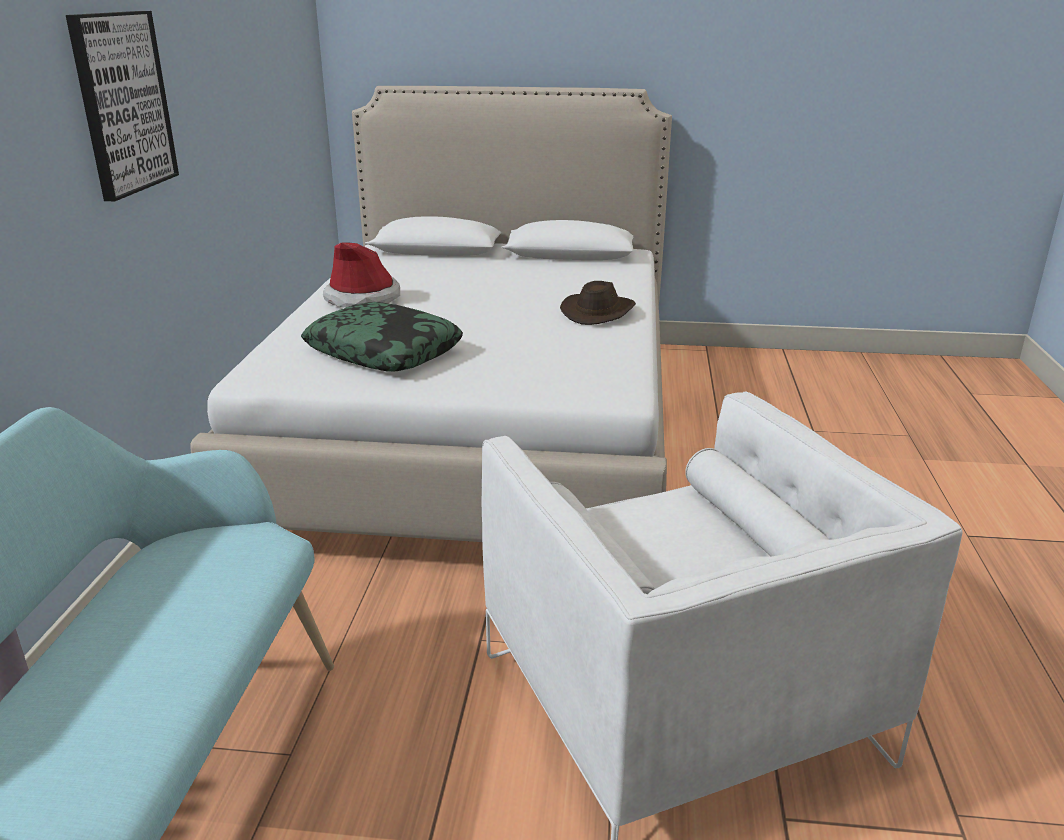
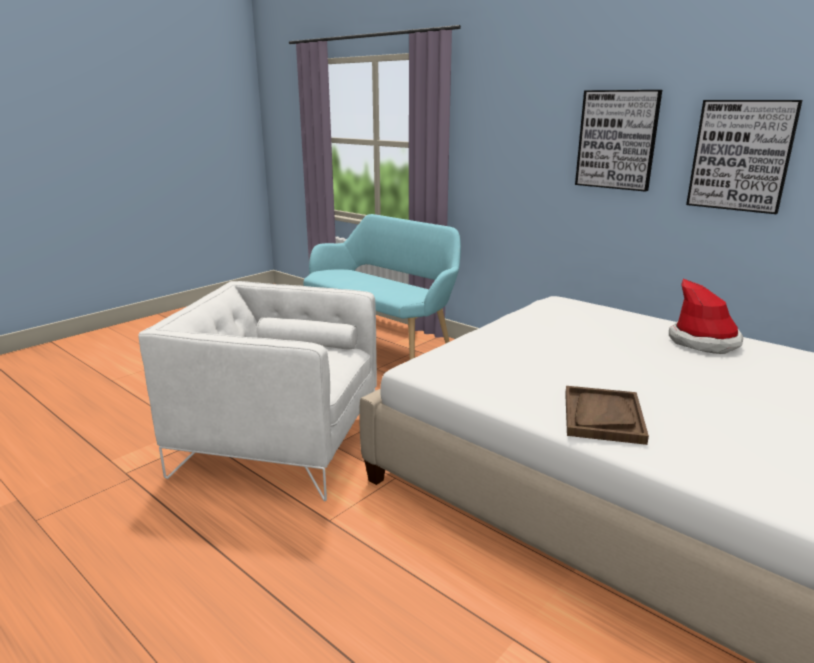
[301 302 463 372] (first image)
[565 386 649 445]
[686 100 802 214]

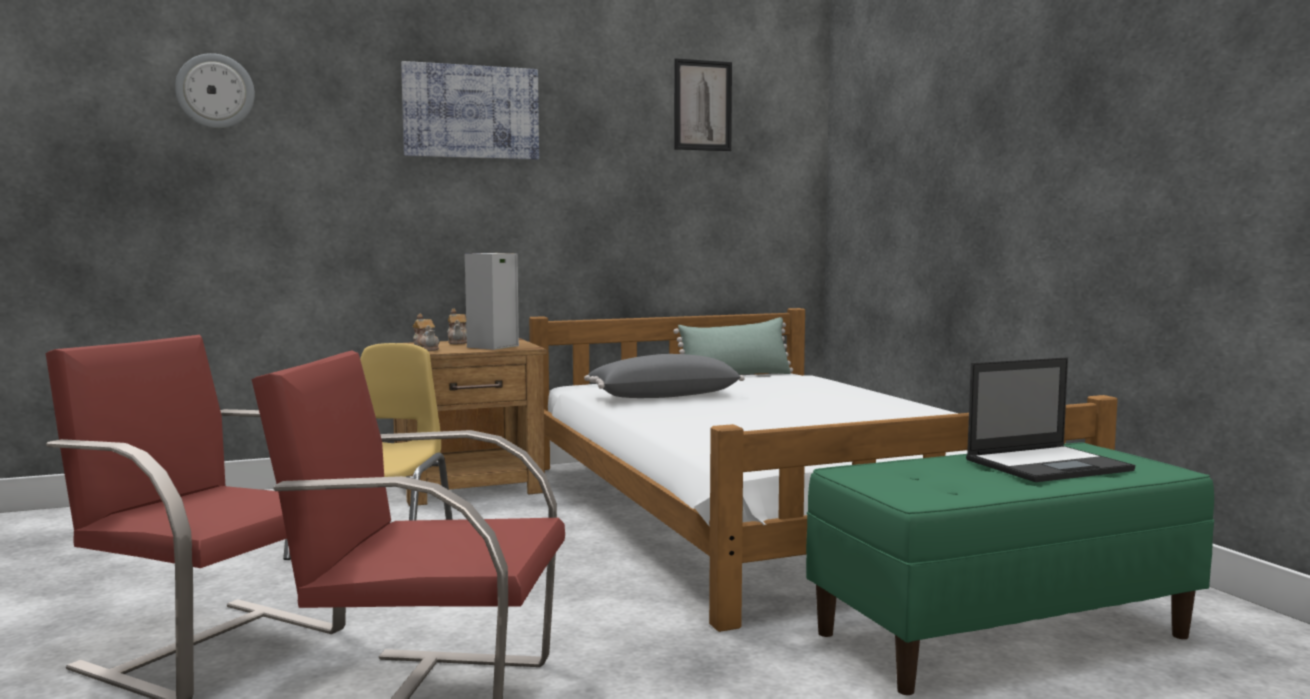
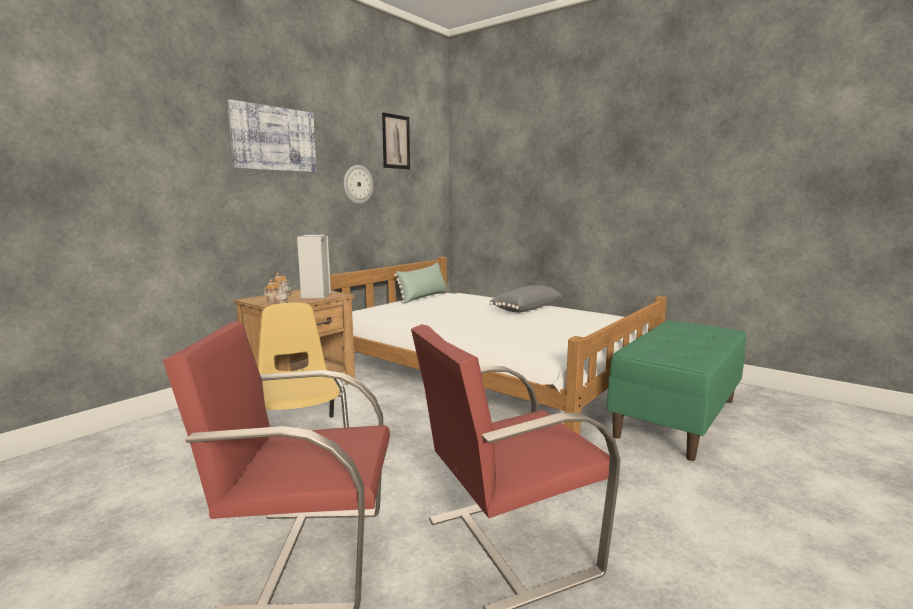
[344 165 373 204]
[489 285 562 313]
[966 357 1135 482] (first image)

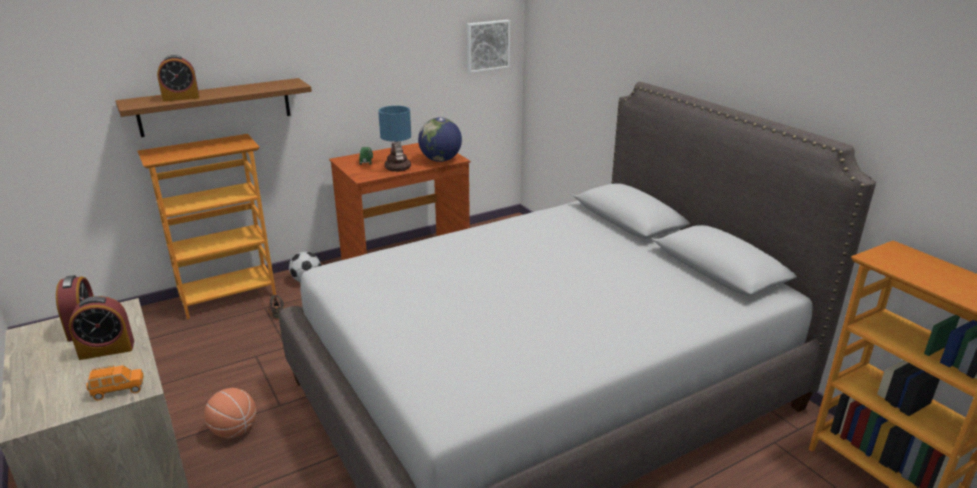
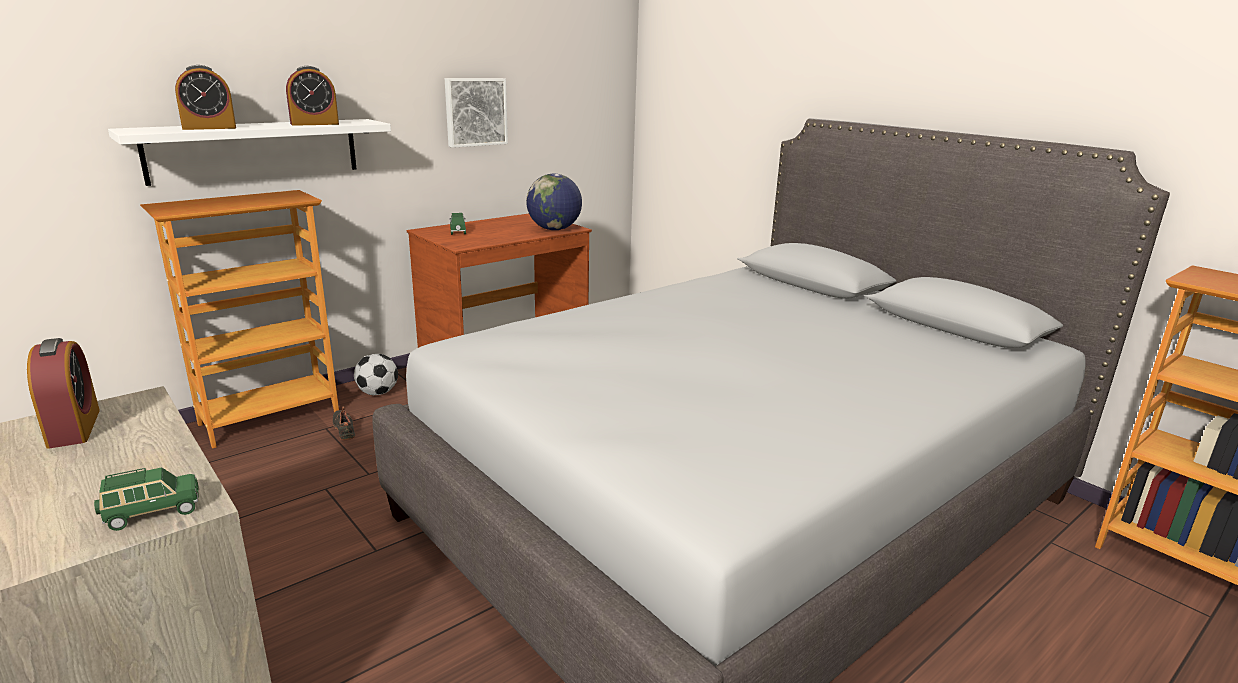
[286 66 339 126]
[94 467 199 531]
[108 119 391 186]
[204 388 256 438] (first image)
[378 106 411 172] (first image)
[445 78 508 148]

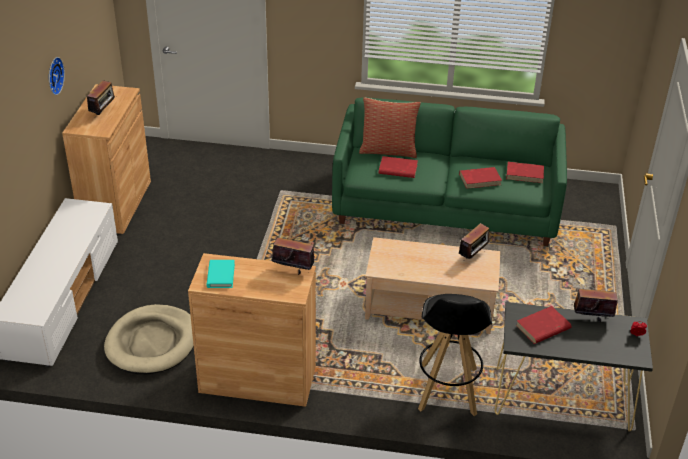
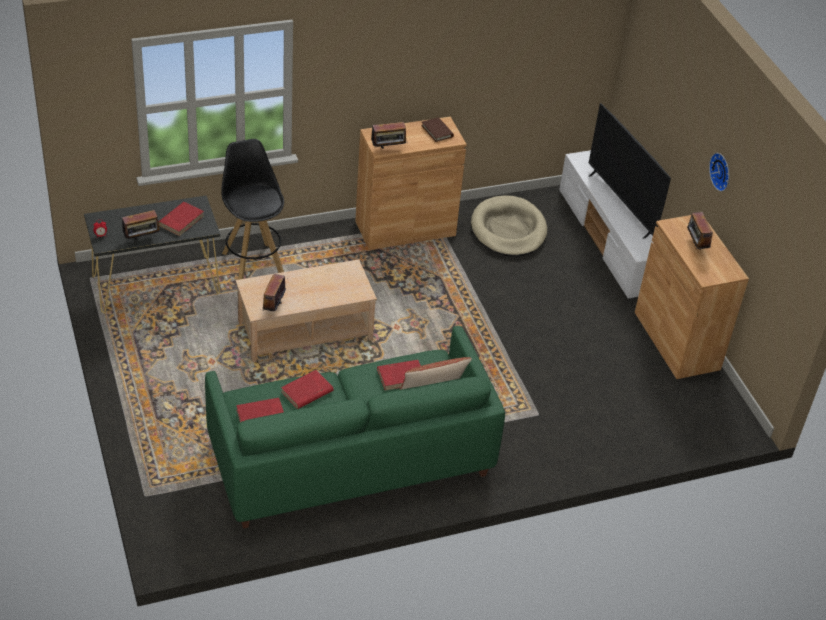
[421 117 454 142]
[589 103 671 239]

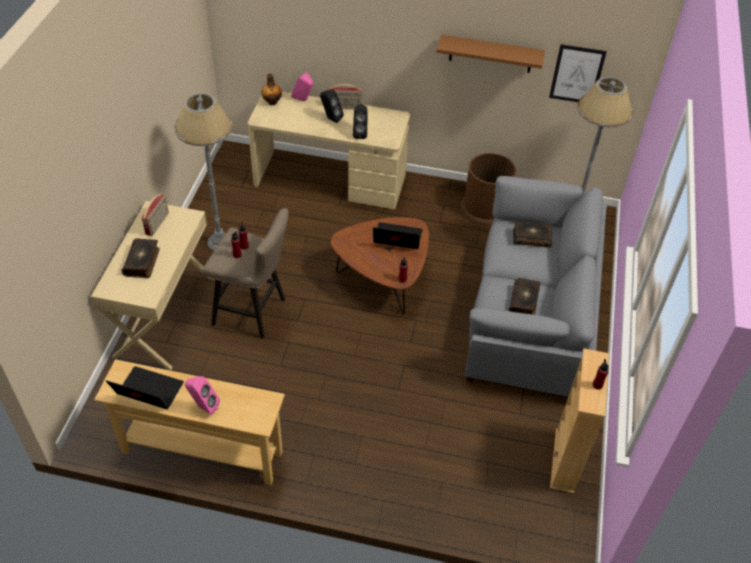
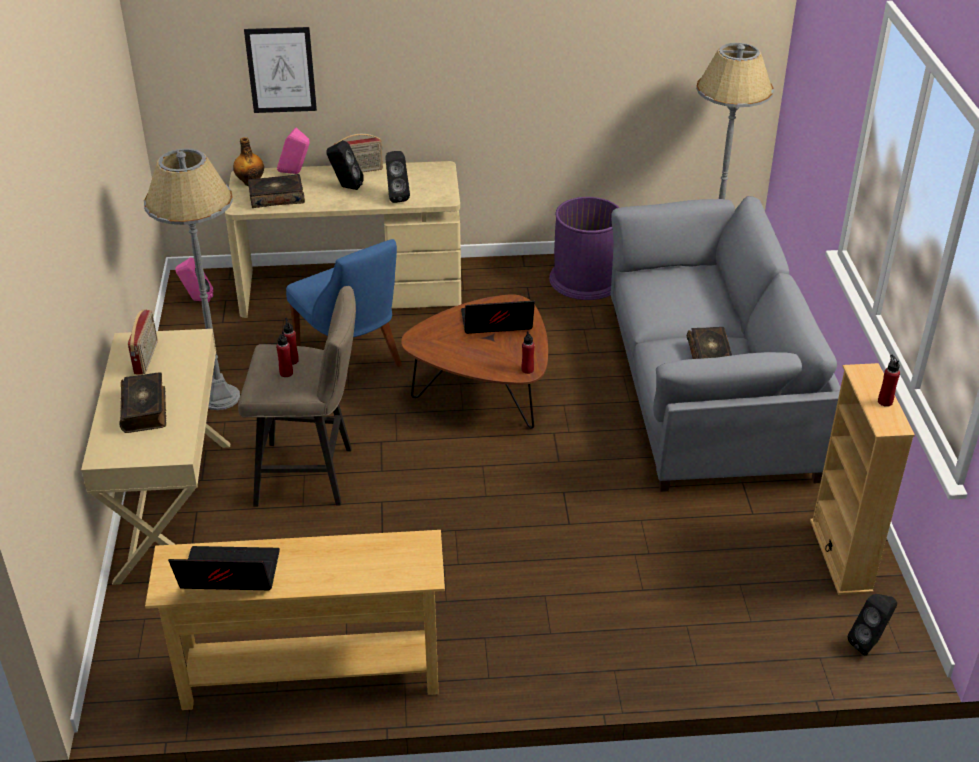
[175 258 213 302]
[436 35 545 73] (first image)
[549 197 619 300]
[248 174 305 208]
[244 27 317 113]
[286 239 402 390]
[848 594 897 655]

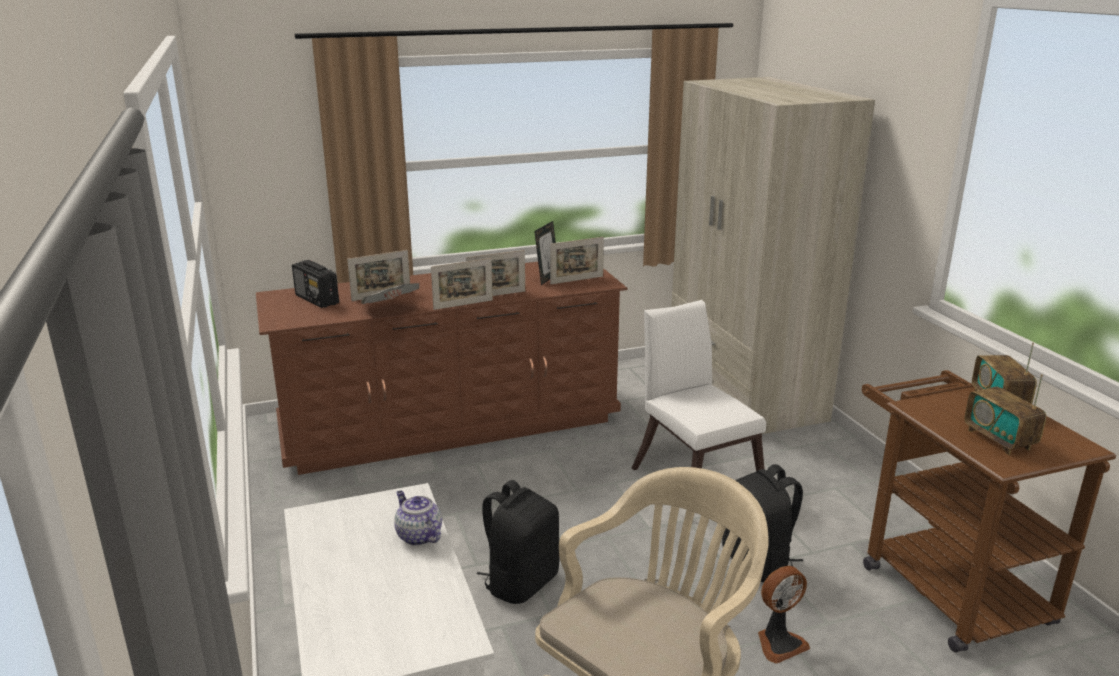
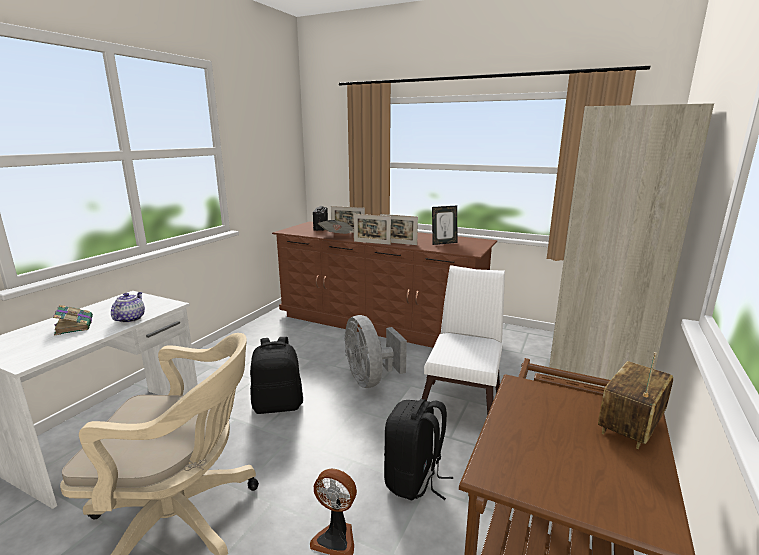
[550 237 604 284] (first image)
[964 374 1046 455] (first image)
[53 305 93 336]
[345 315 407 388]

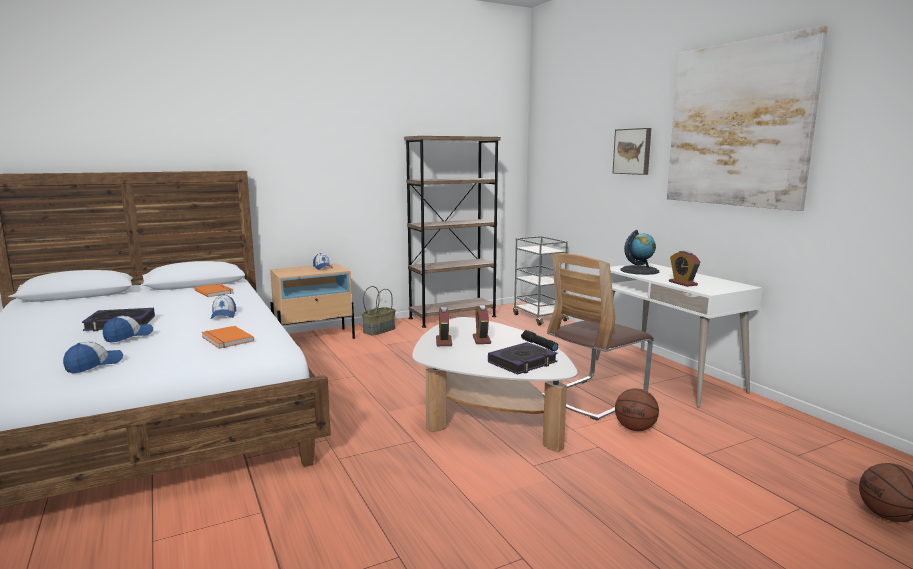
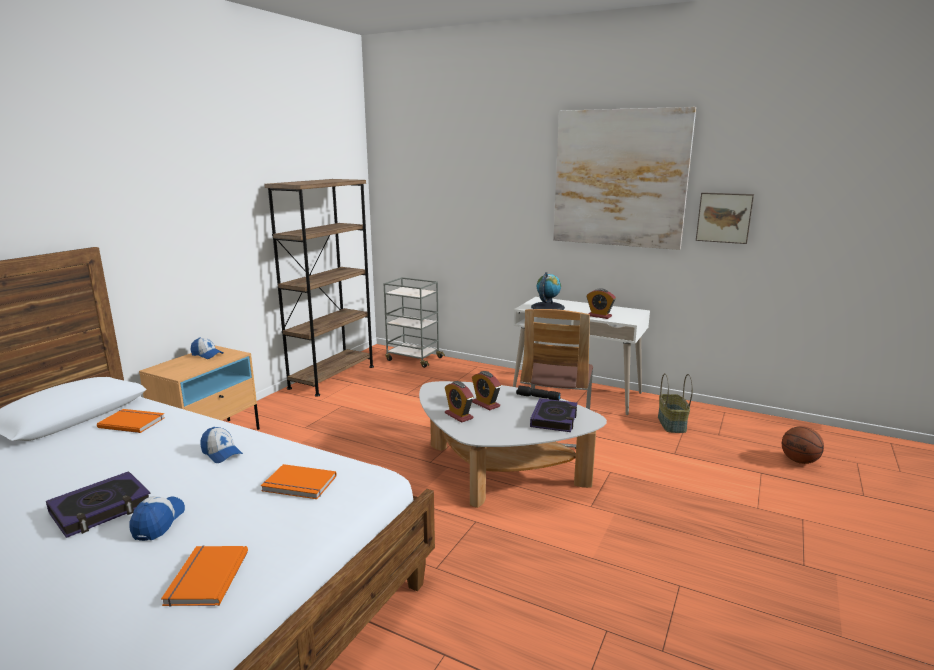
[161 546 248 607]
[658 373 693 433]
[696 192 754 244]
[615 388 659 431] (first image)

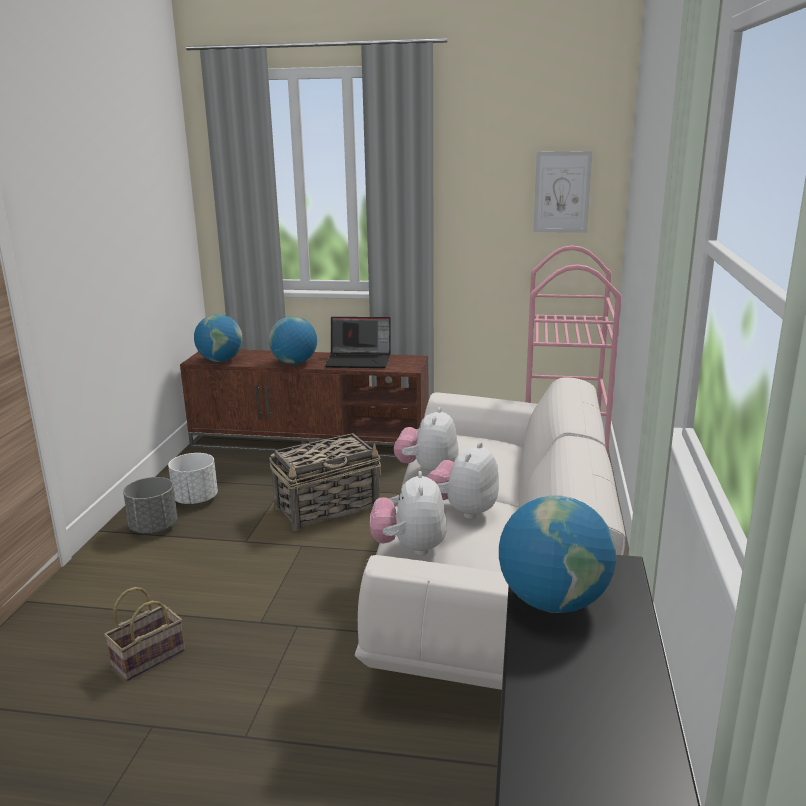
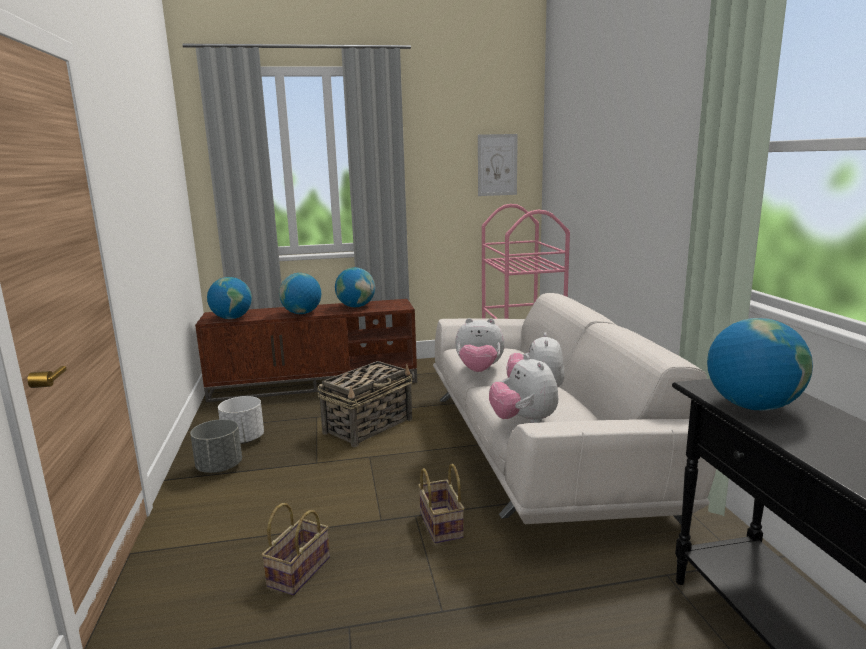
[335 267 375 308]
[455 318 505 372]
[418 464 465 544]

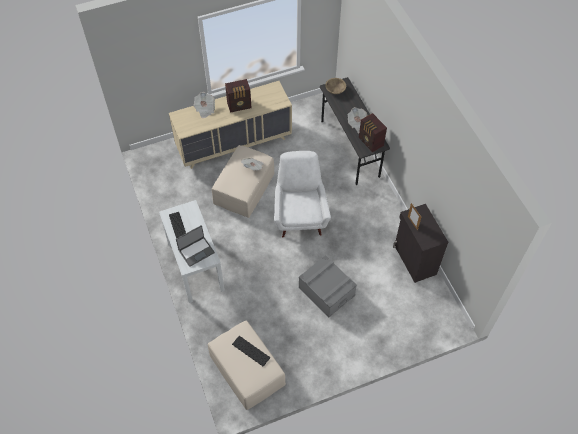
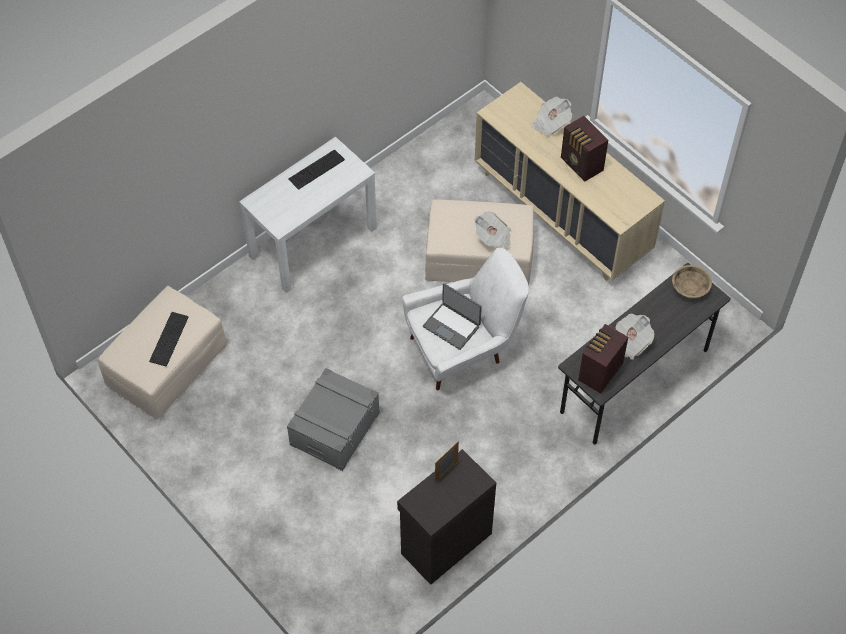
[423 283 482 350]

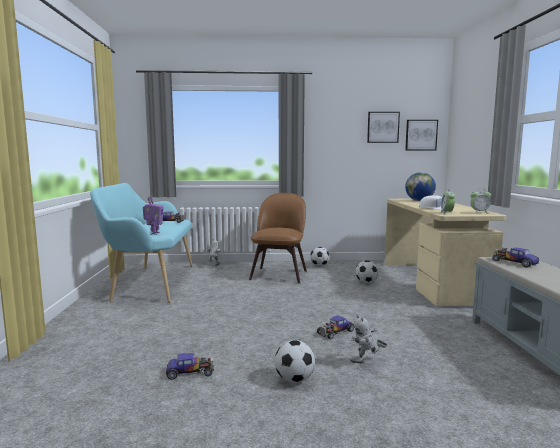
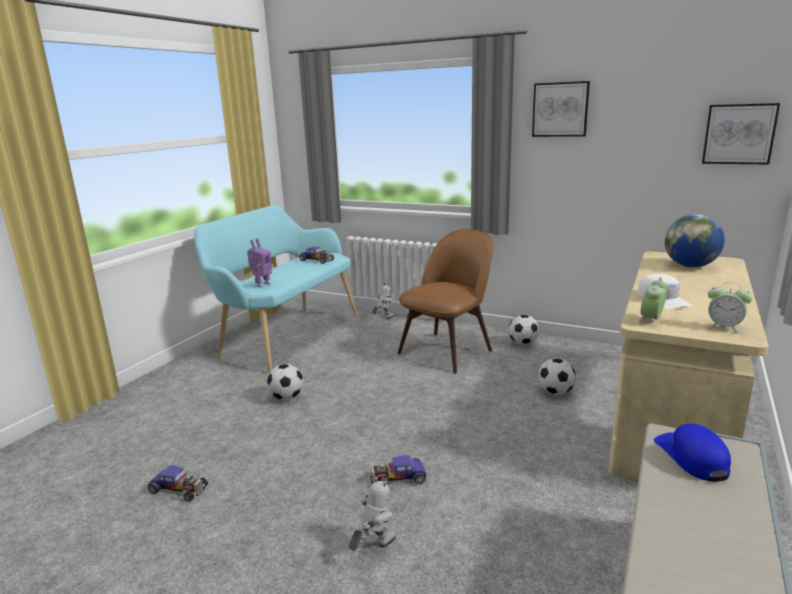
[267 364 303 400]
[349 477 396 551]
[532 81 590 137]
[654 424 731 482]

